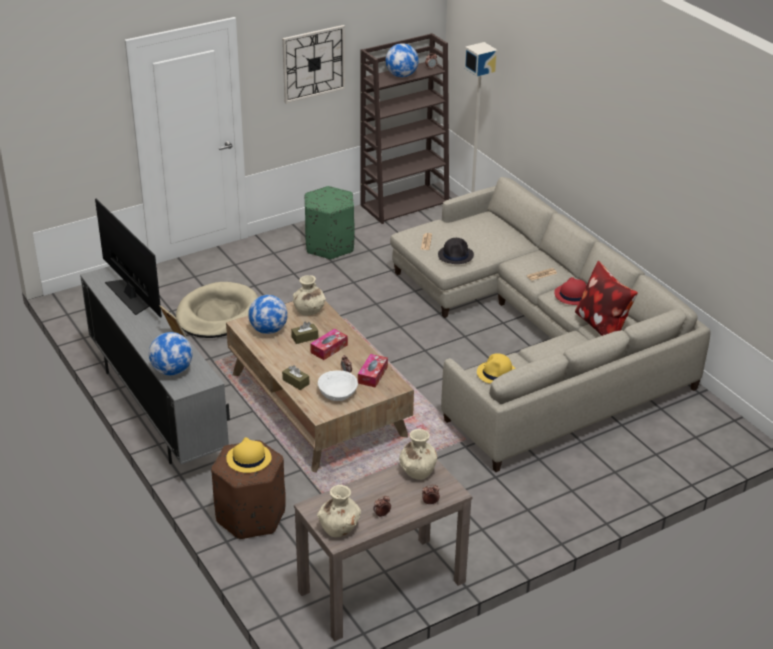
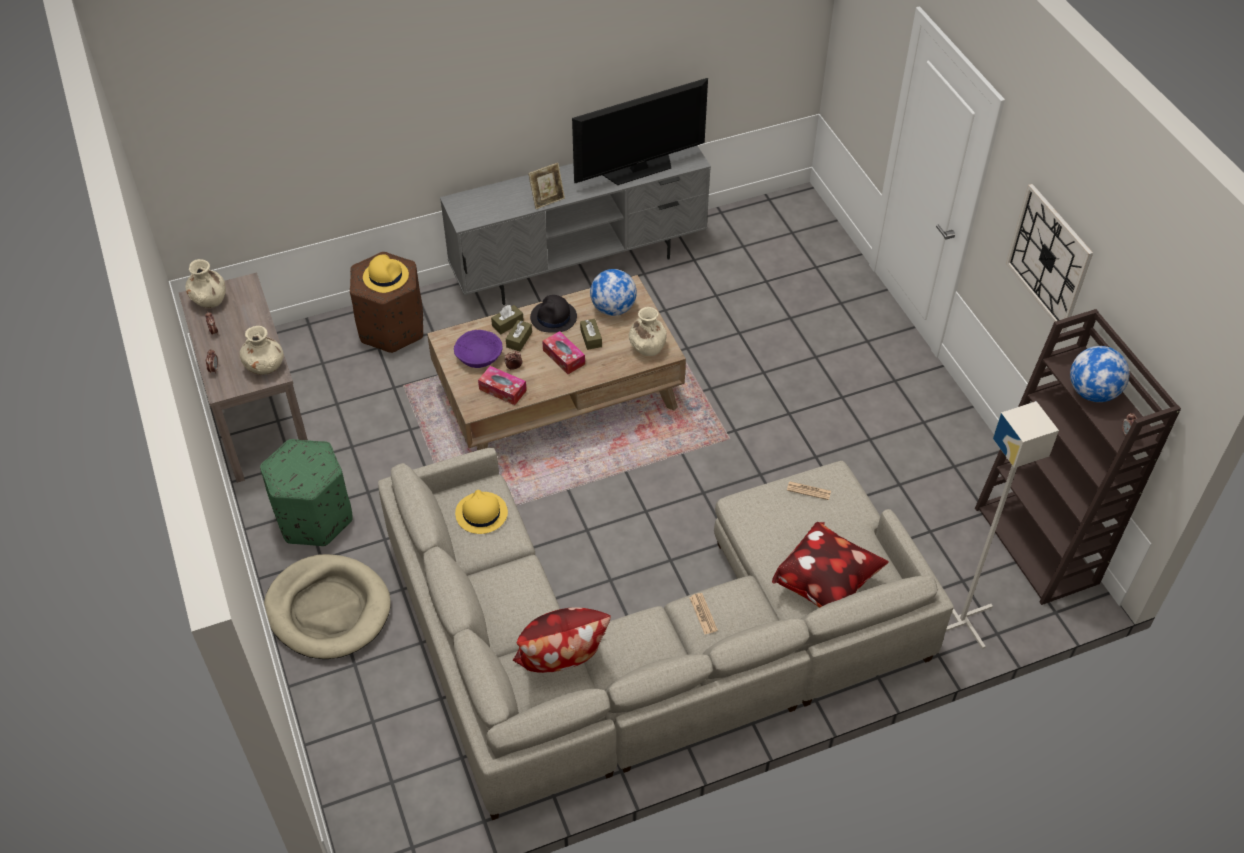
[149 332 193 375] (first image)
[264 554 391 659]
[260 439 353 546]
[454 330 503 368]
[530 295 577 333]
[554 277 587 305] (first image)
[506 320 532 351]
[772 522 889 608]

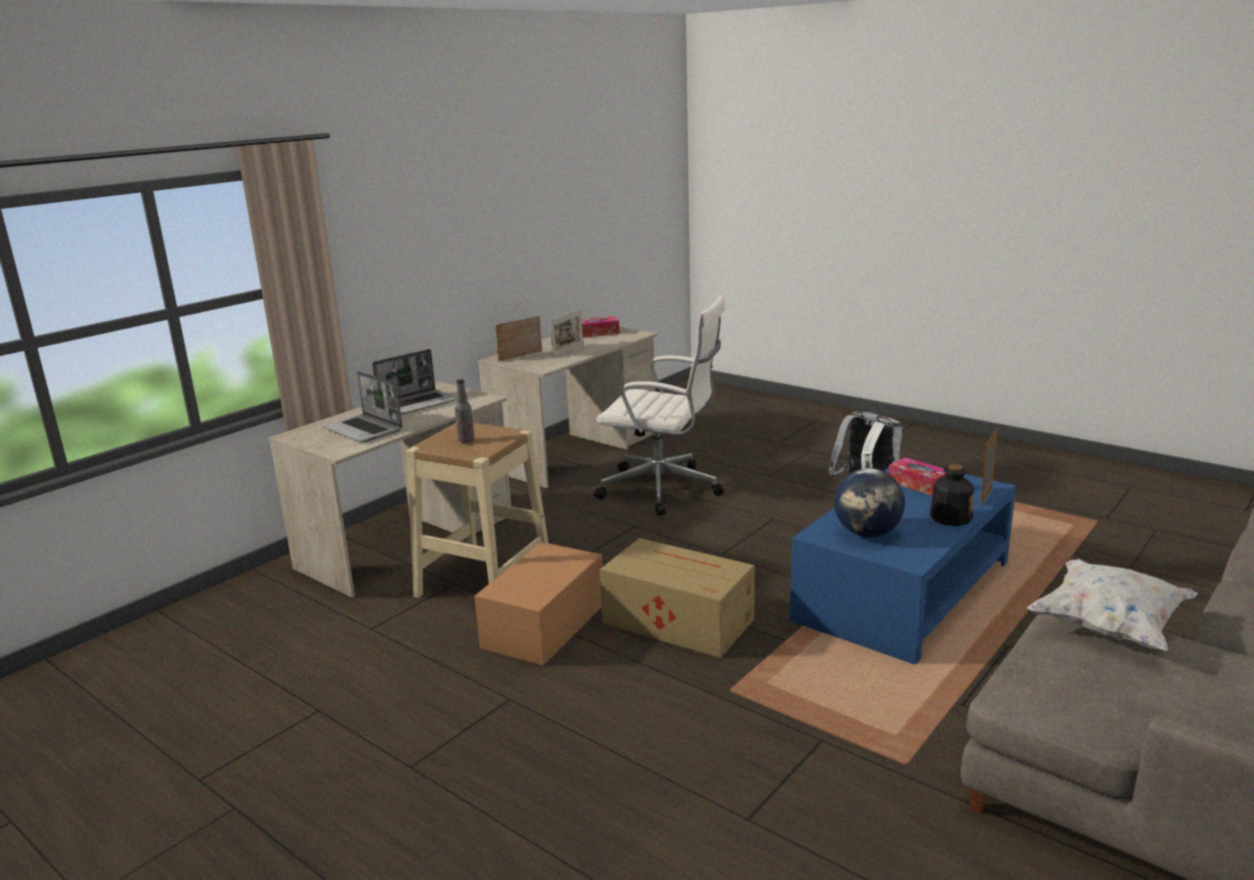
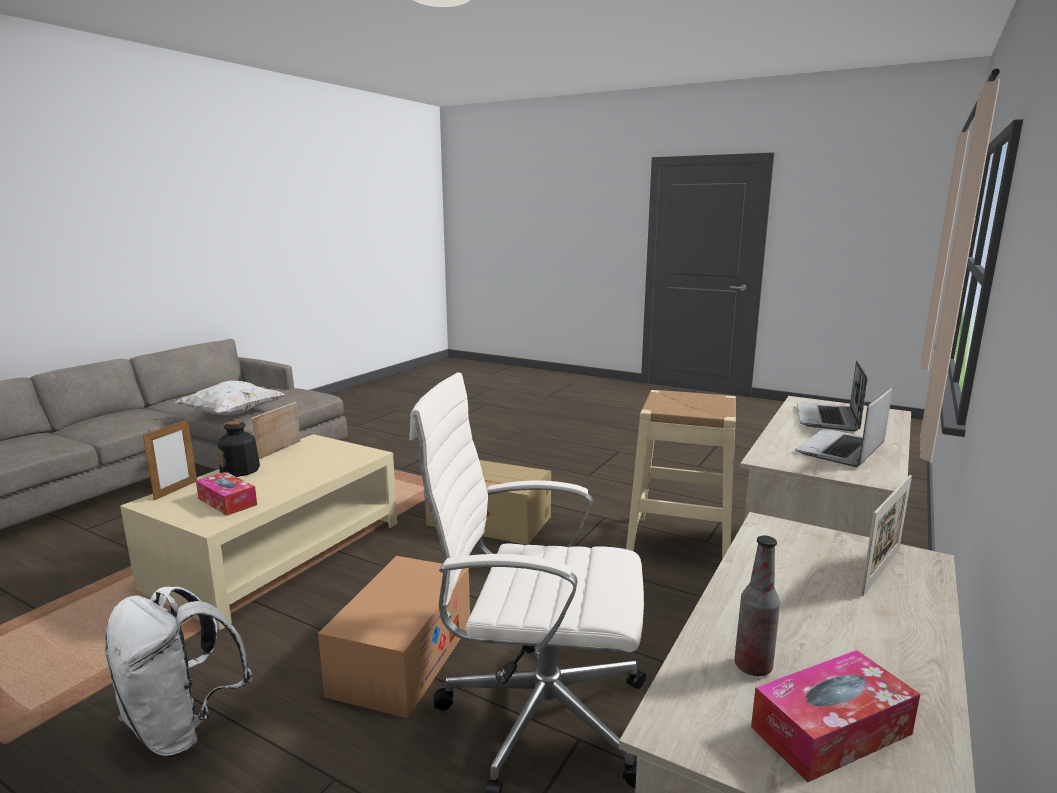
[797 360 867 431]
[734 535 780 676]
[318 556 470 719]
[251 402 300 459]
[120 434 397 630]
[834 468 905 537] (first image)

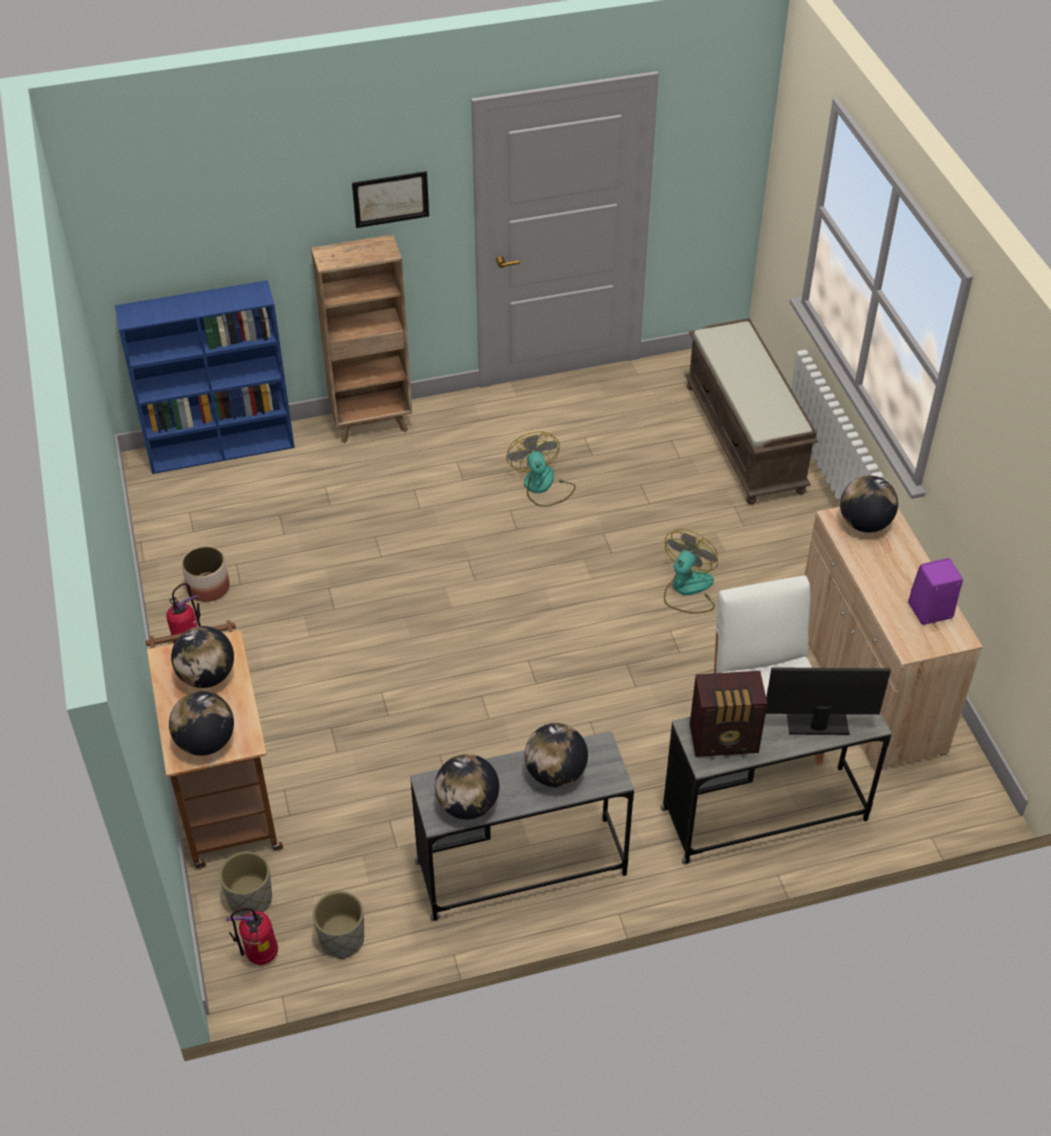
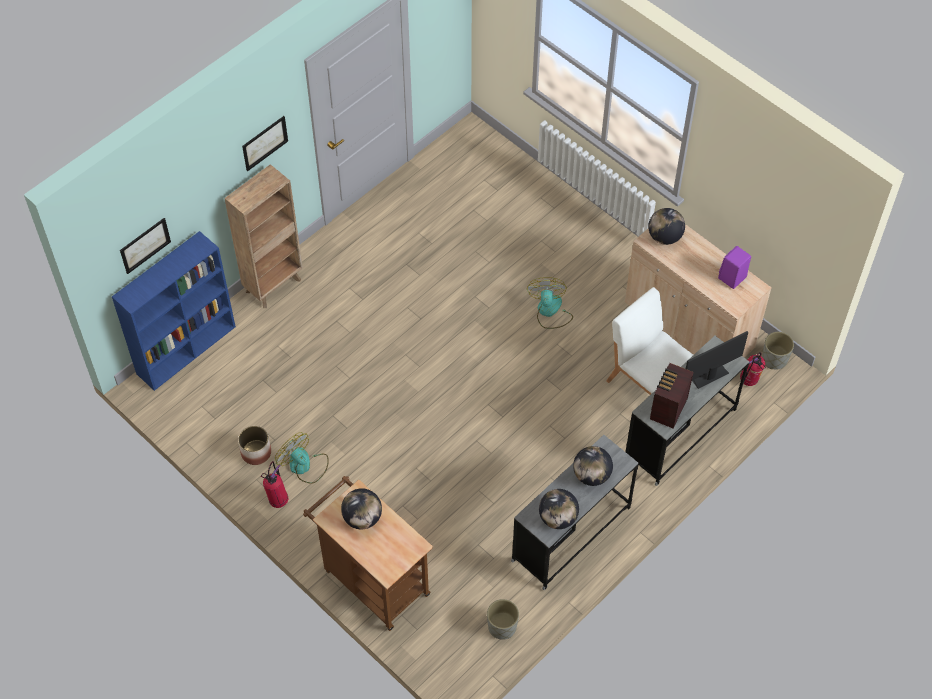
[169 691 234 756] (first image)
[762 332 794 370]
[740 352 766 386]
[275 432 329 484]
[685 318 818 505] (first image)
[650 363 694 429]
[120 218 171 274]

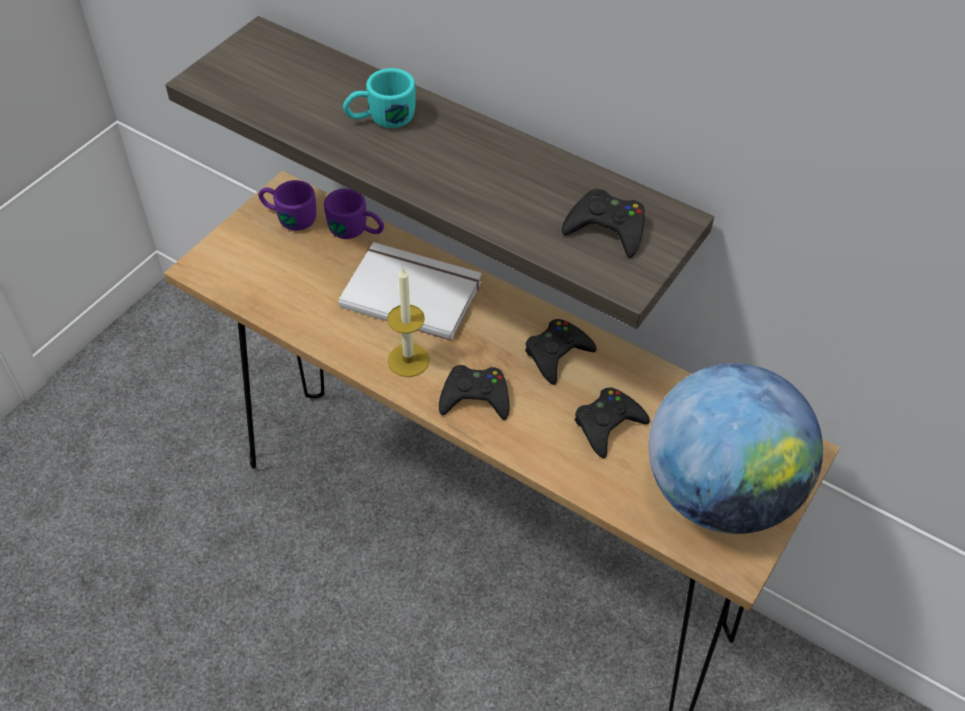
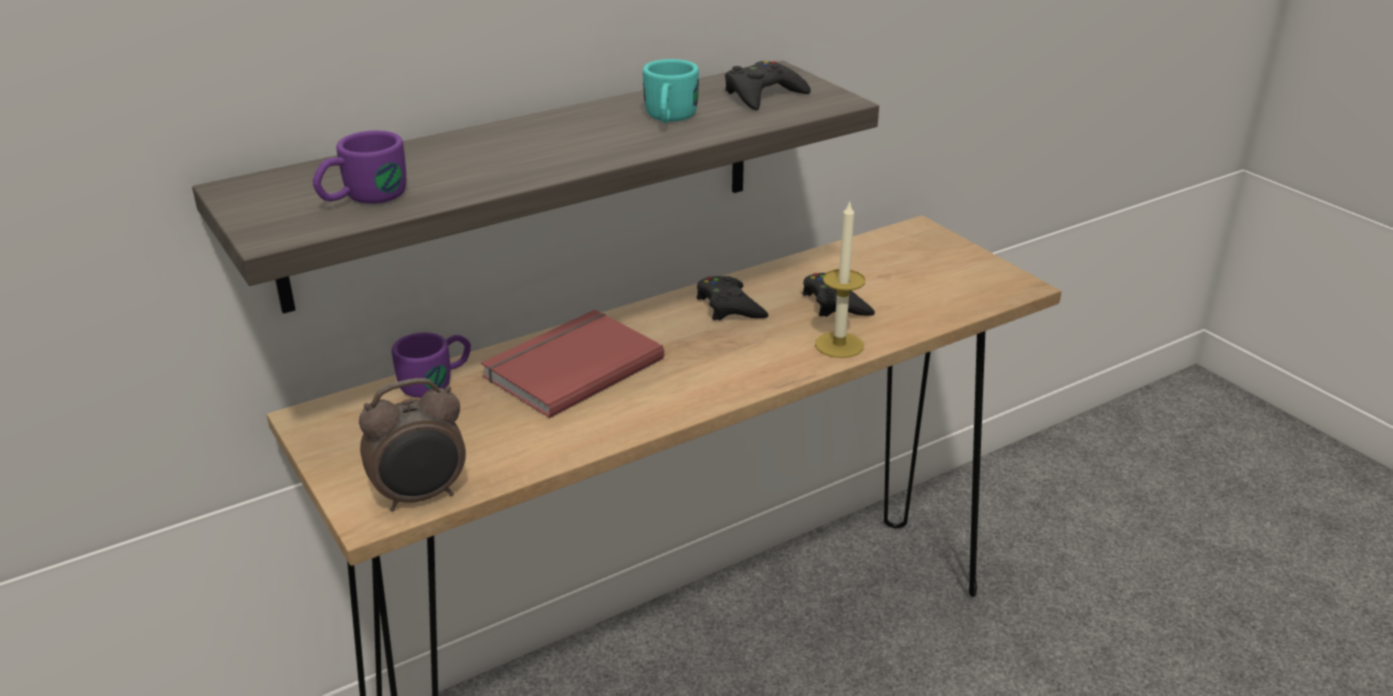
[313 130 406 204]
[481 310 664 418]
[643 59 699 123]
[815 201 865 358]
[439 365 510 420] (first image)
[649 363 823 534] (first image)
[359 378 466 511]

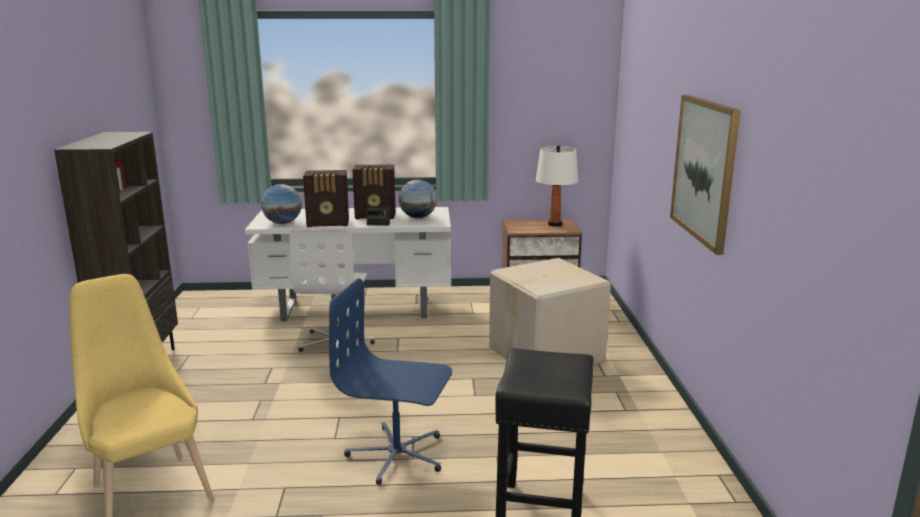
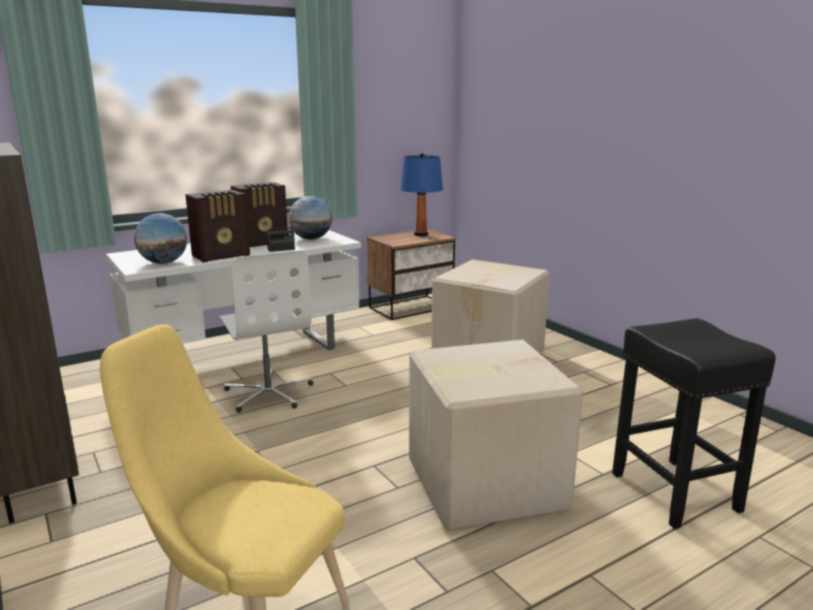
[409 340 583 531]
[400 153 443 236]
[670 95 741 255] (first image)

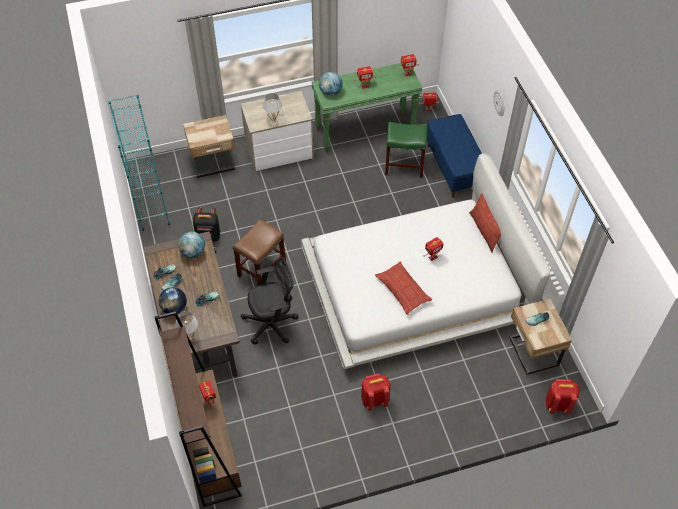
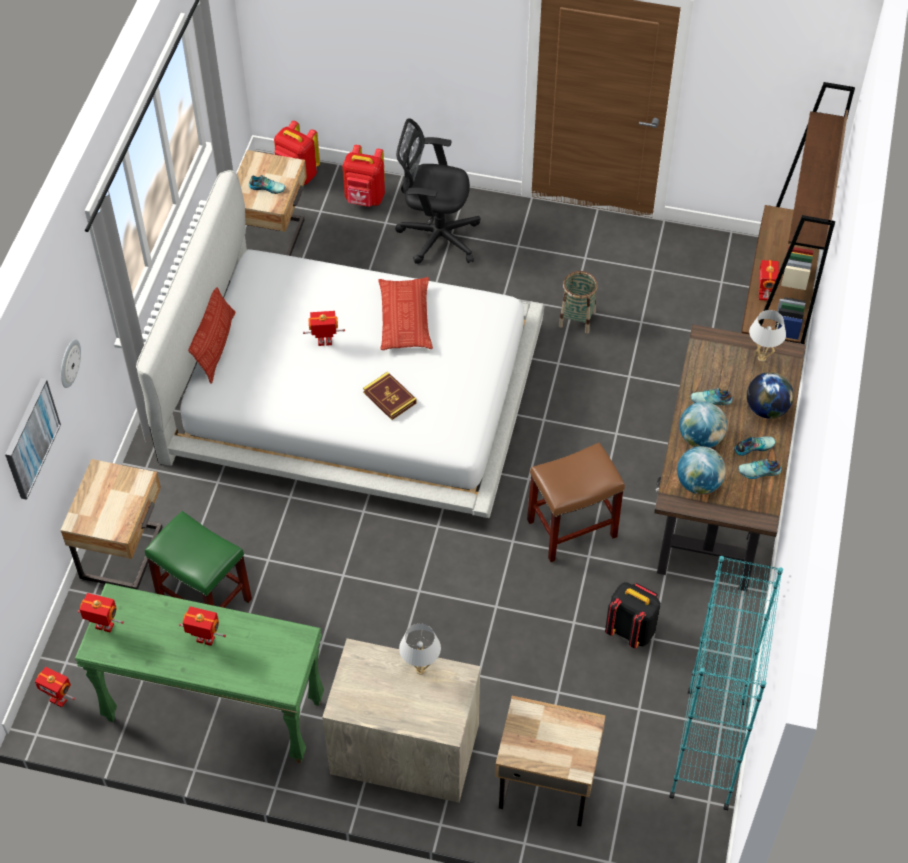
[395 118 480 264]
[679 402 727 448]
[343 145 385 207]
[61 459 162 590]
[5 378 61 500]
[363 372 417 420]
[559 271 598 334]

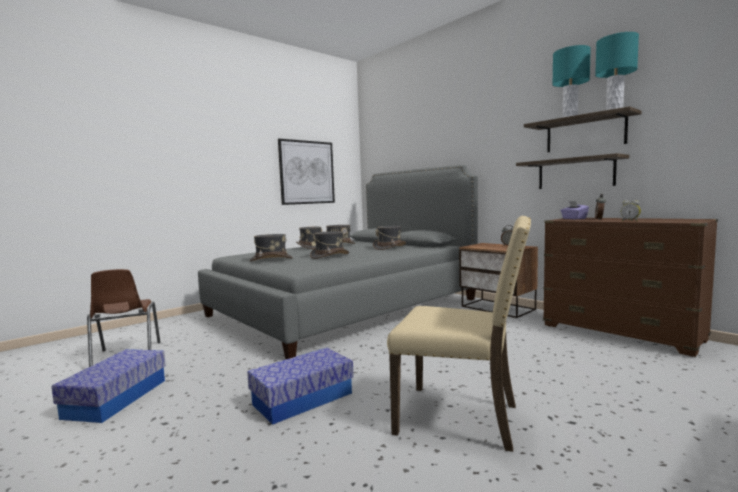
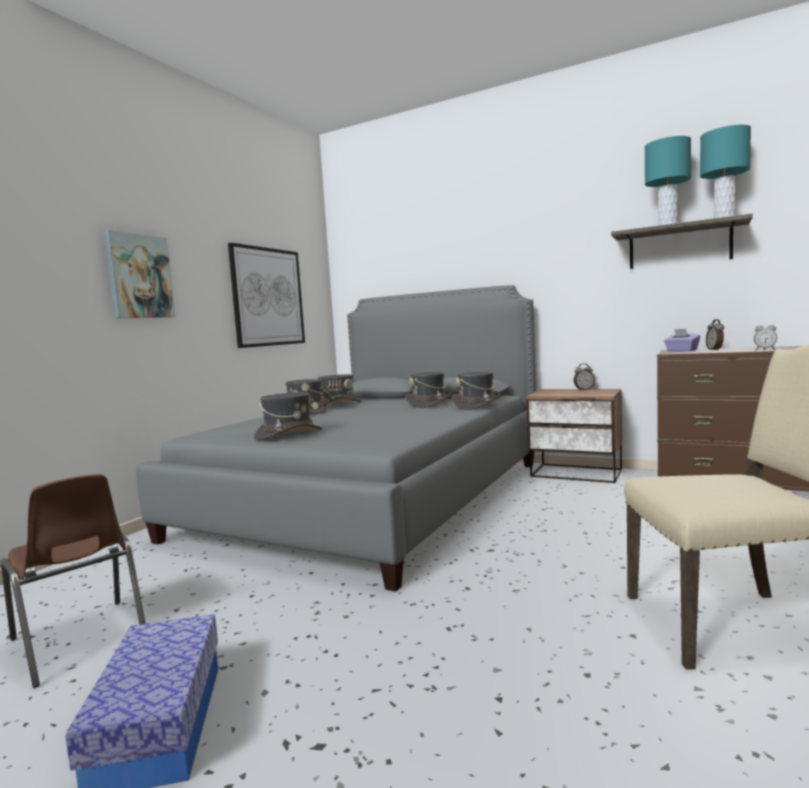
[247 348 354 425] (first image)
[452 371 501 410]
[516 153 629 189] (first image)
[104 230 176 318]

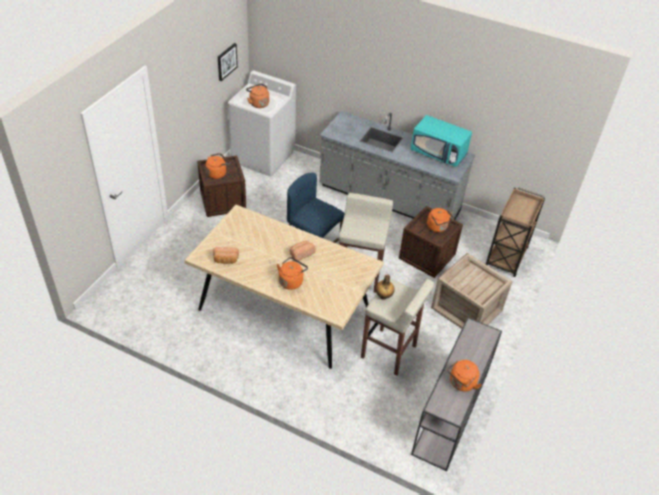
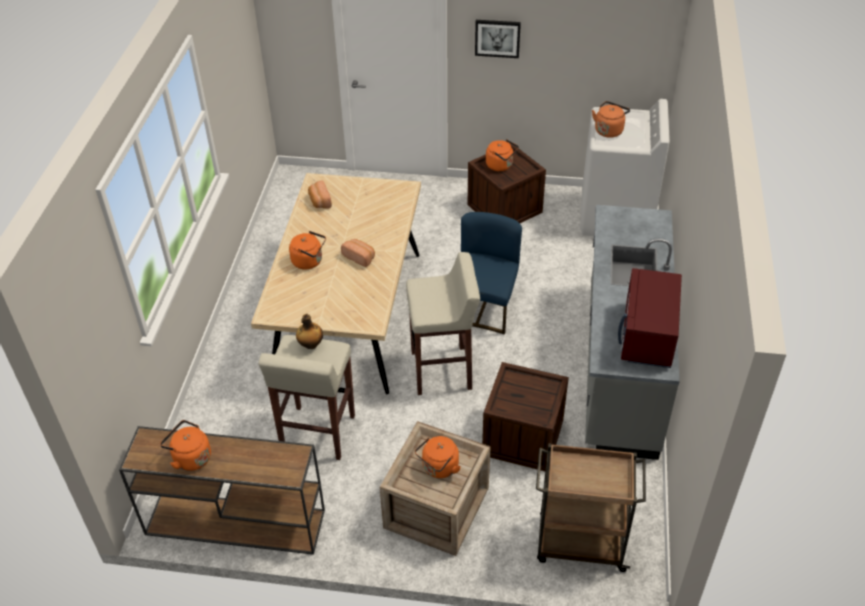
[475 20 521 58]
[618 268 682 368]
[119 426 325 555]
[415 436 461 478]

